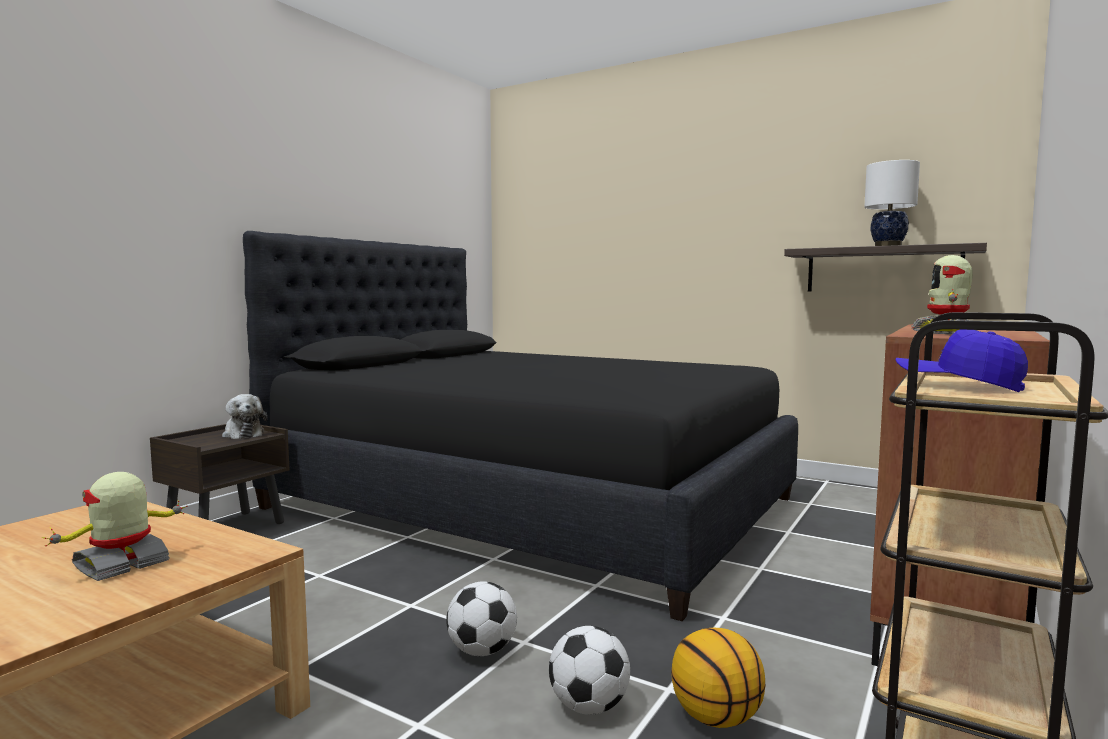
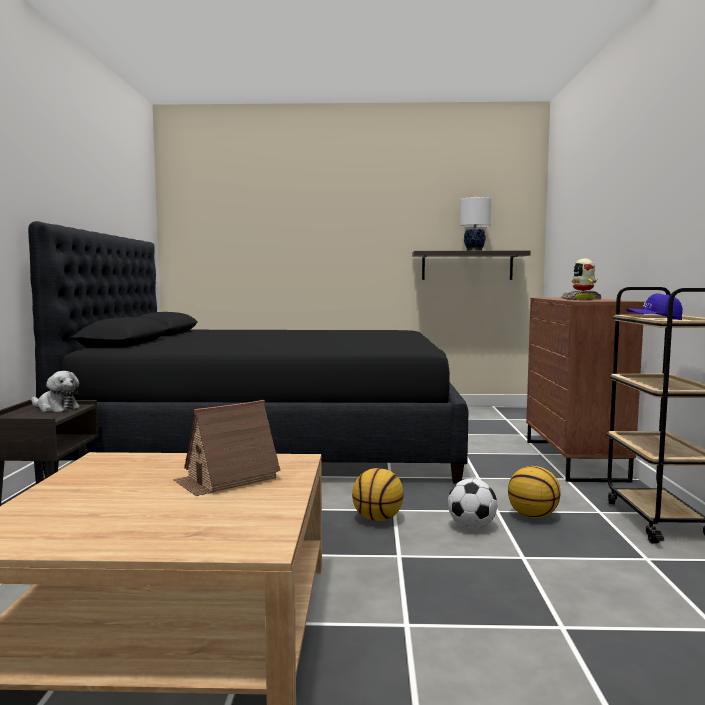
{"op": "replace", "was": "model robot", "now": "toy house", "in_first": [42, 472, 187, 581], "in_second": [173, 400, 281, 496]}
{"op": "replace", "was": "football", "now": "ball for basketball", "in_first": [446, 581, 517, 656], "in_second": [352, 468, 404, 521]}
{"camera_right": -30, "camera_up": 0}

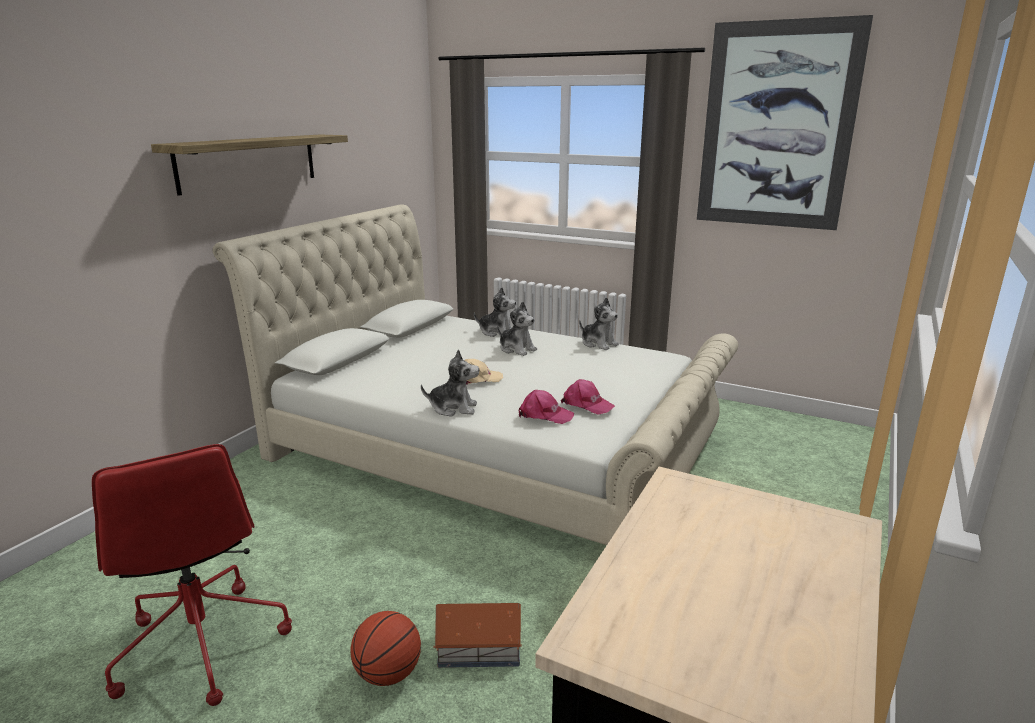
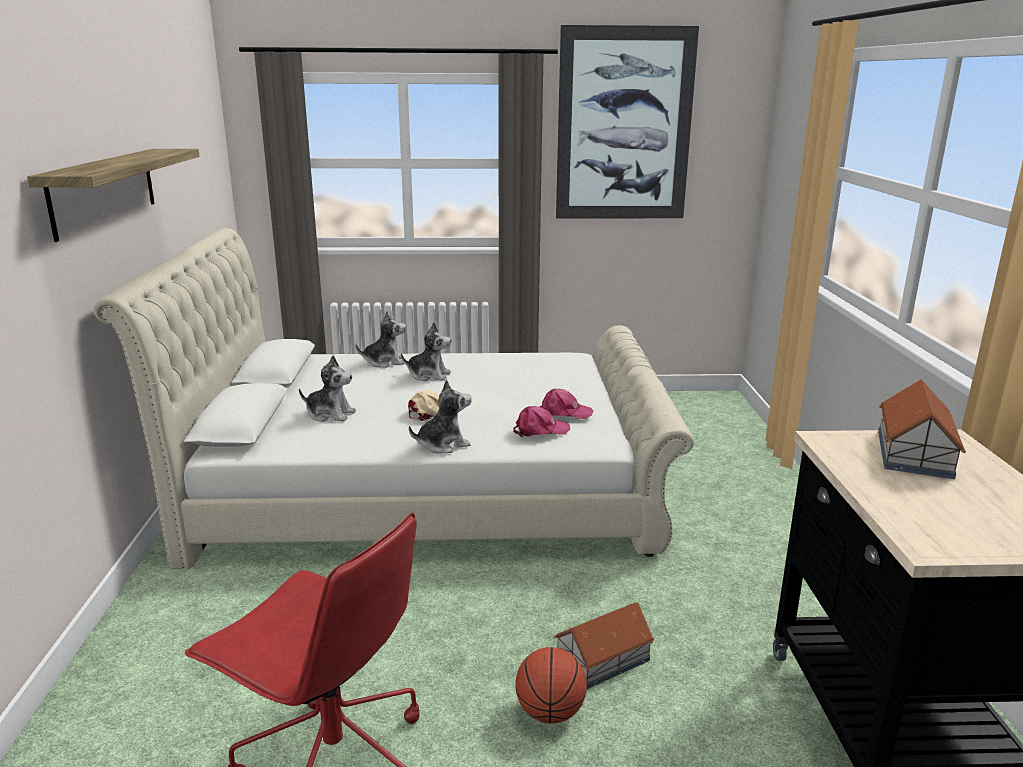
{"op": "insert", "now": "toy house", "in_second": [878, 379, 966, 479]}
{"op": "move", "was": "cuddly toy", "in_first": [579, 297, 619, 350], "in_second": [299, 356, 356, 422]}
{"camera_right": -30, "camera_up": 0}

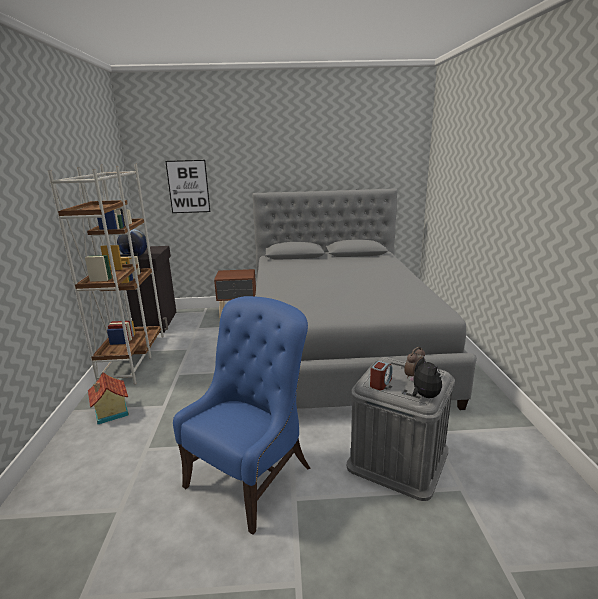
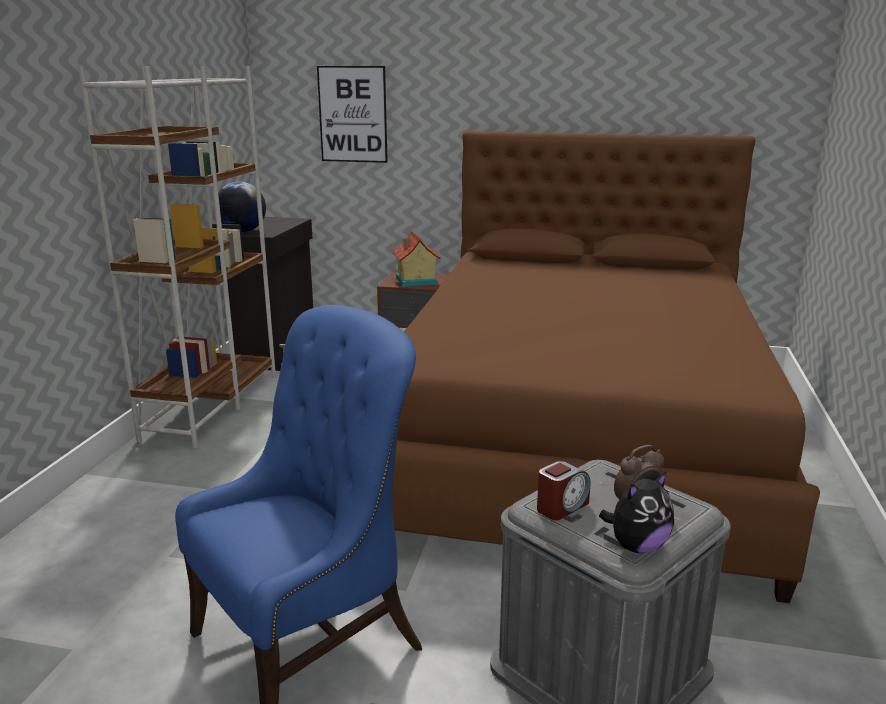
{"op": "move", "was": "toy house", "in_first": [88, 372, 129, 424], "in_second": [392, 231, 441, 287]}
{"op": "recolor", "was": "bed in grey", "now": "bed in brown-coloured", "in_first": [252, 188, 477, 410], "in_second": [393, 131, 820, 603]}
{"op": "rotate", "was": "cuddly toy", "in_first": [409, 356, 442, 398], "in_second": [599, 471, 674, 553], "clockwise": 60}
{"camera_right": 15, "camera_up": 0}

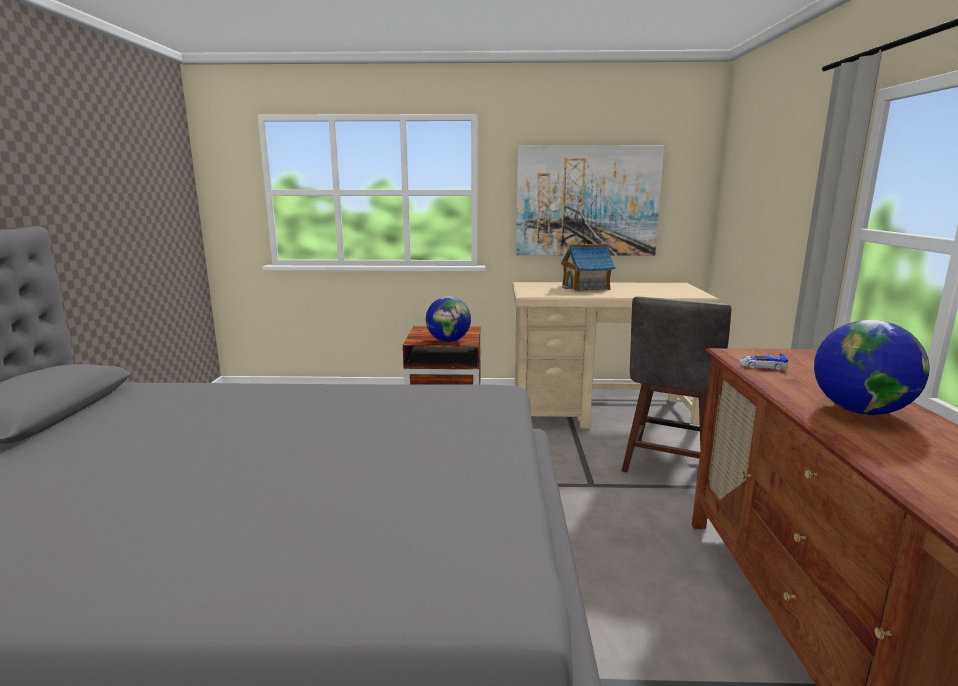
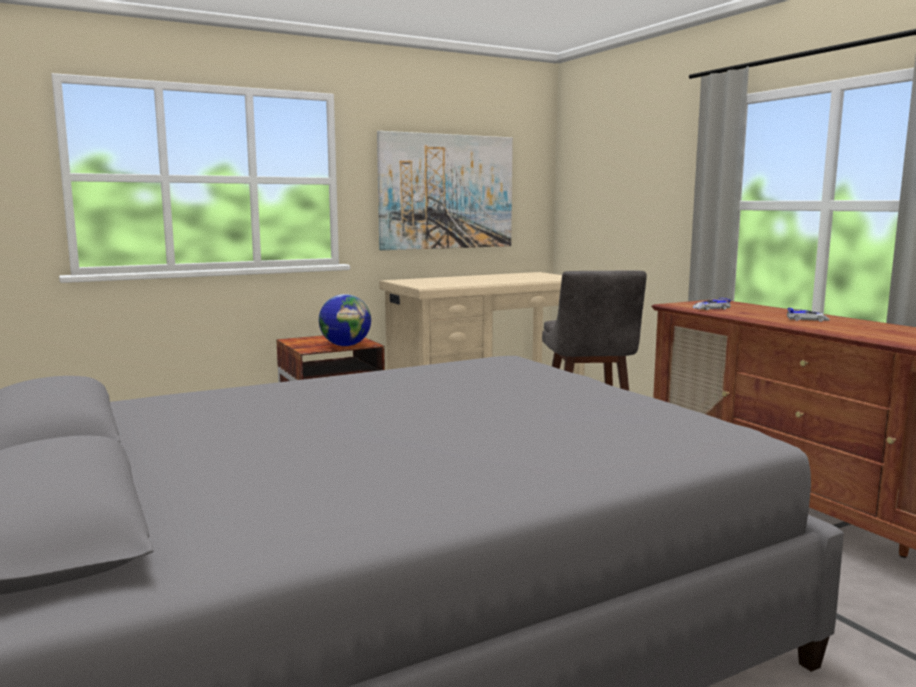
{"op": "delete", "was": "toy house", "in_first": [561, 243, 615, 291]}
{"op": "replace", "was": "world globe", "now": "model car", "in_first": [814, 320, 930, 415], "in_second": [787, 308, 830, 322]}
{"camera_right": -30, "camera_up": -5}

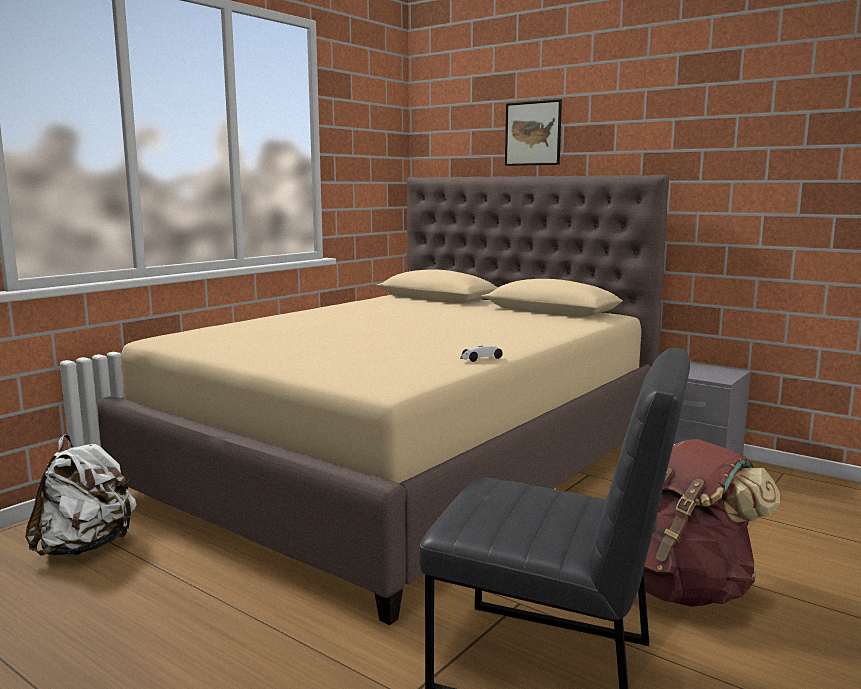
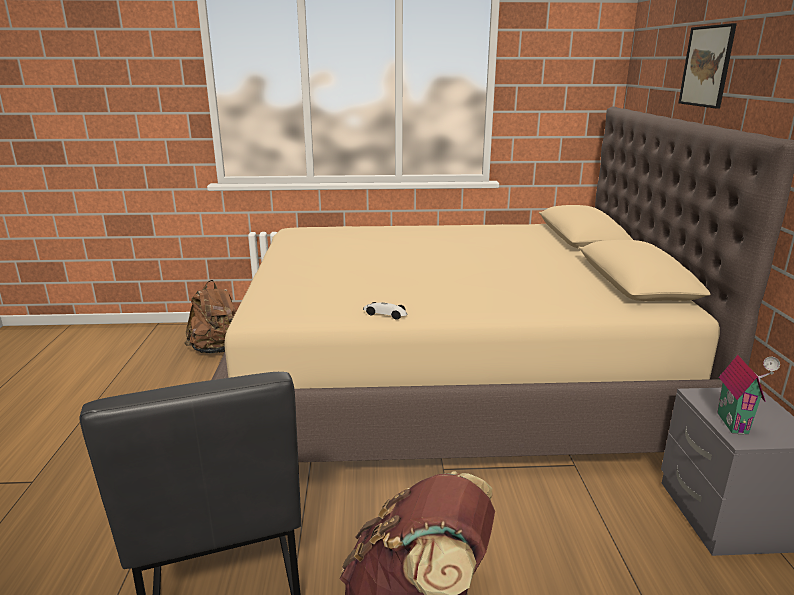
{"op": "insert", "now": "toy house", "in_second": [717, 355, 780, 435]}
{"op": "recolor", "was": "backpack in whitish", "now": "backpack in brown-coloured", "in_first": [25, 434, 137, 556], "in_second": [185, 280, 237, 353]}
{"camera_right": 50, "camera_up": 10}

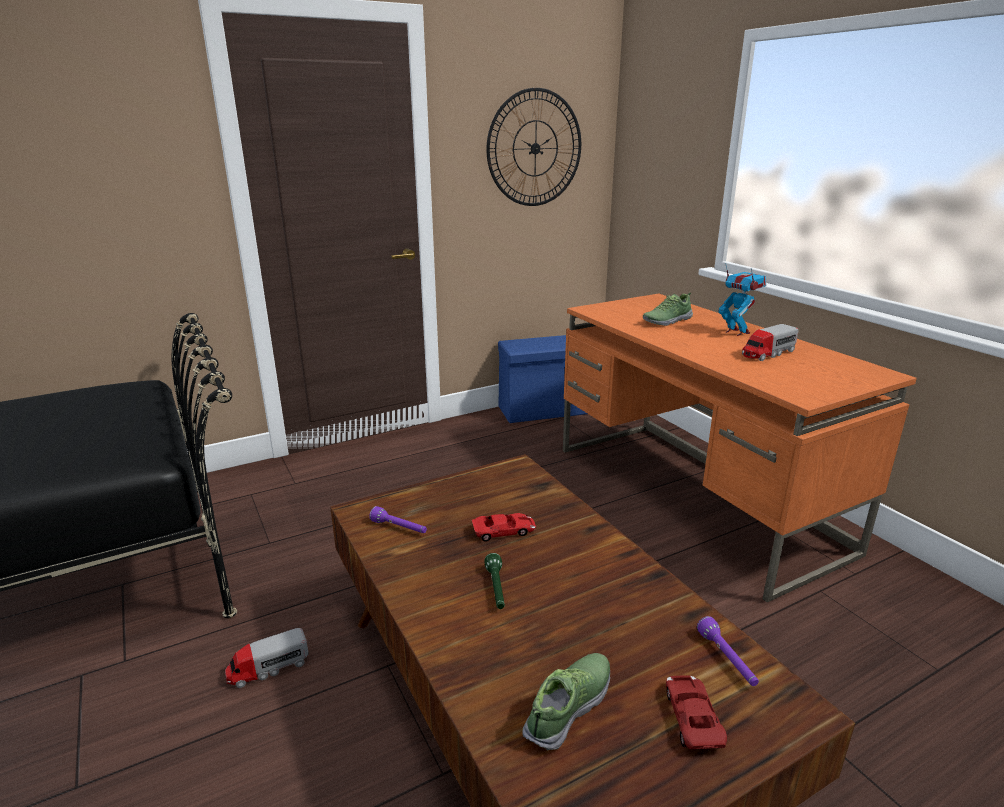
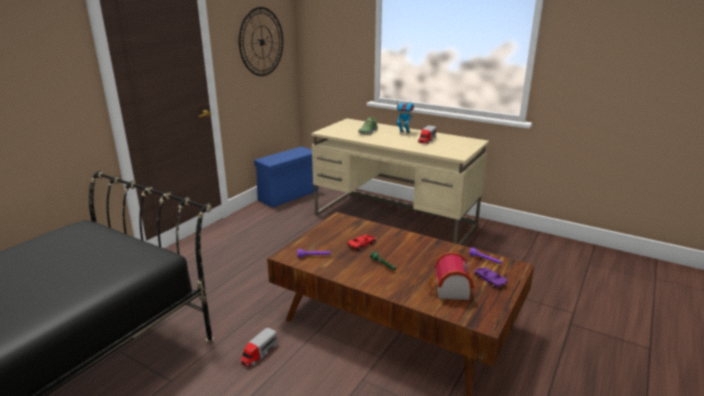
{"op": "replace", "was": "shoe", "now": "toy house", "in_first": [522, 653, 610, 750], "in_second": [428, 252, 474, 300]}
{"op": "recolor", "was": "desk table in orange-coloured", "now": "desk table in sand-coloured", "in_first": [563, 294, 917, 602], "in_second": [311, 119, 489, 245]}
{"op": "recolor", "was": "model car in red", "now": "model car in purple-coloured", "in_first": [666, 675, 727, 749], "in_second": [474, 268, 508, 288]}
{"camera_right": -30, "camera_up": 0}

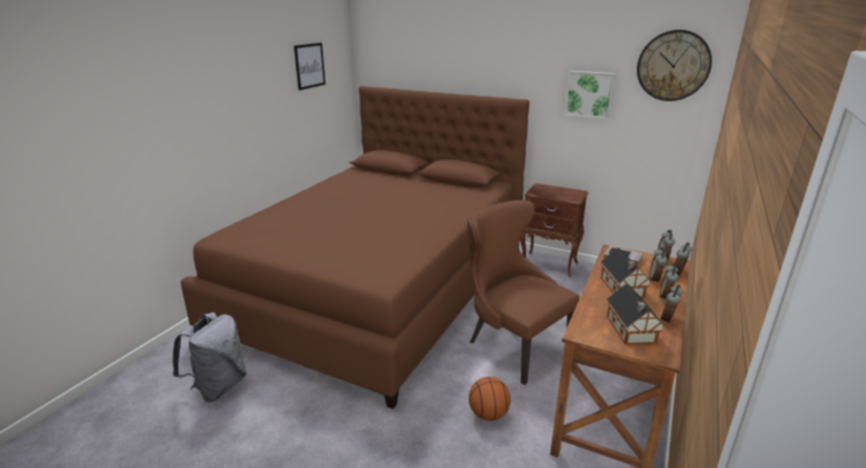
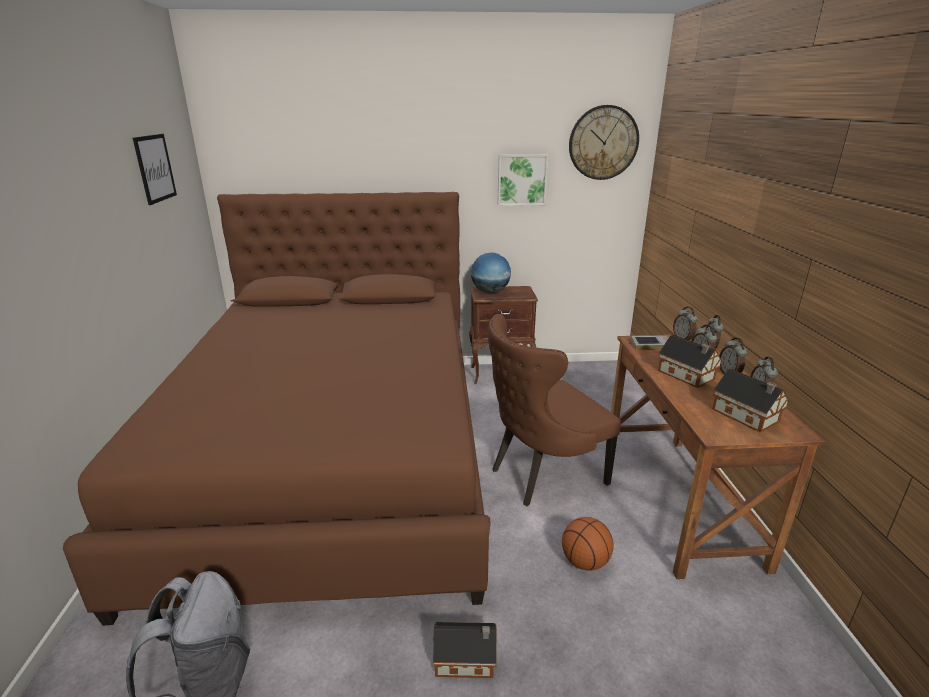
{"op": "insert", "now": "toy house", "in_second": [433, 622, 497, 678]}
{"op": "insert", "now": "world globe", "in_second": [471, 253, 511, 293]}
{"op": "rotate", "was": "chair in brown-coloured", "in_first": [467, 200, 579, 385], "in_second": [488, 314, 621, 506], "clockwise": -45}
{"camera_right": -30, "camera_up": 0}

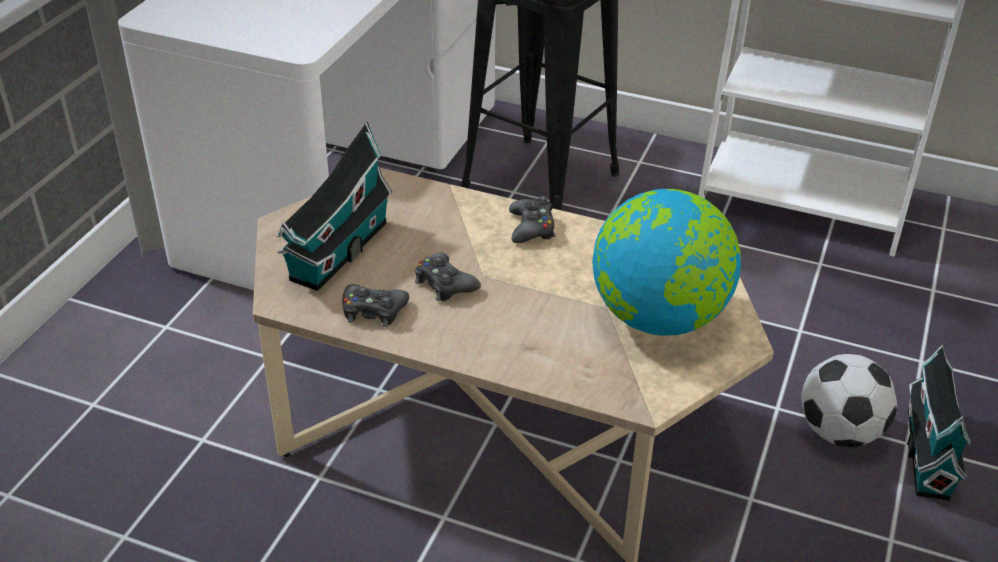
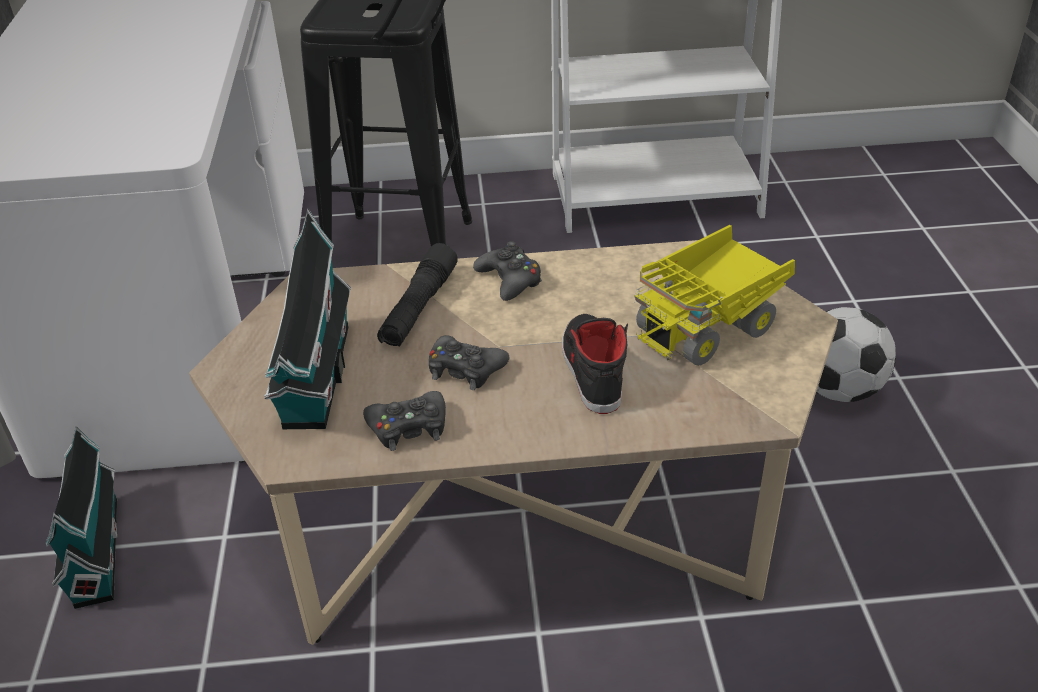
{"op": "insert", "now": "hand torch in blackish", "in_second": [377, 243, 458, 346]}
{"op": "insert", "now": "shoe in blackish", "in_second": [562, 314, 628, 414]}
{"op": "move", "was": "toy house", "in_first": [907, 345, 971, 501], "in_second": [46, 426, 117, 609]}
{"op": "replace", "was": "world globe", "now": "model truck", "in_first": [592, 189, 741, 336], "in_second": [634, 225, 795, 366]}
{"camera_right": -25, "camera_up": 0}

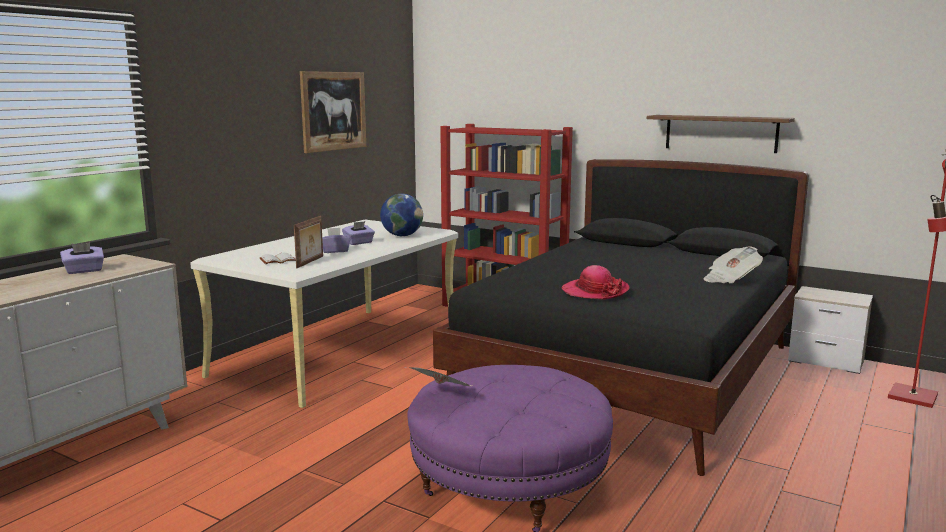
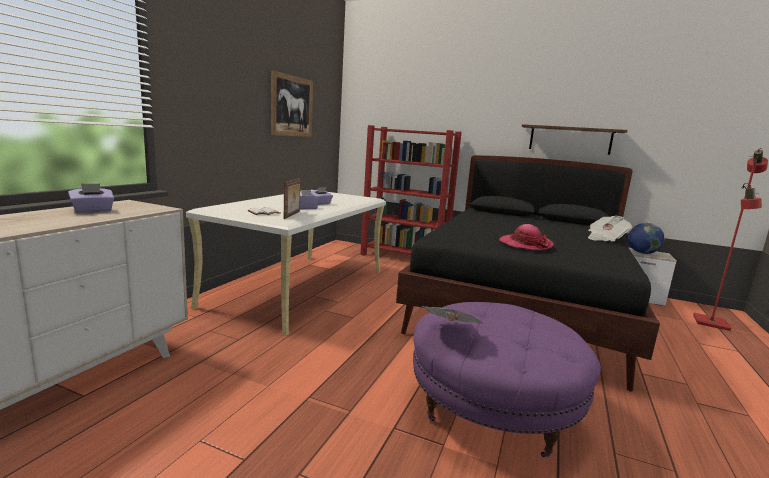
{"op": "move", "was": "world globe", "in_first": [380, 194, 423, 236], "in_second": [628, 223, 665, 254]}
{"camera_right": -10, "camera_up": 0}

